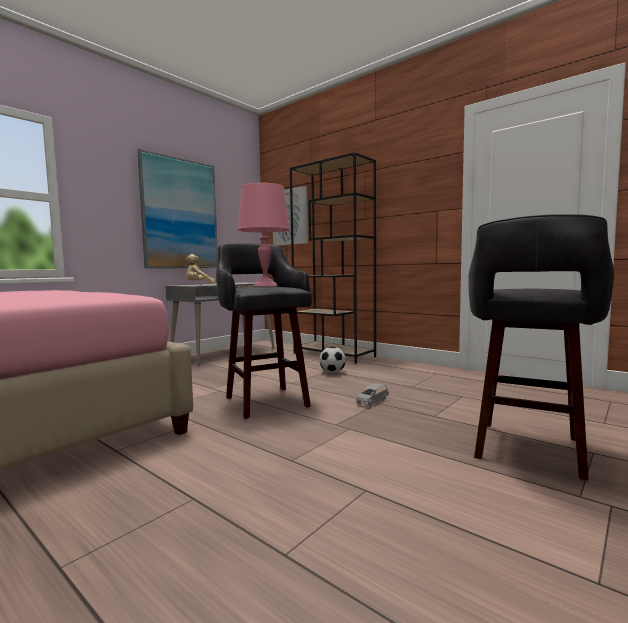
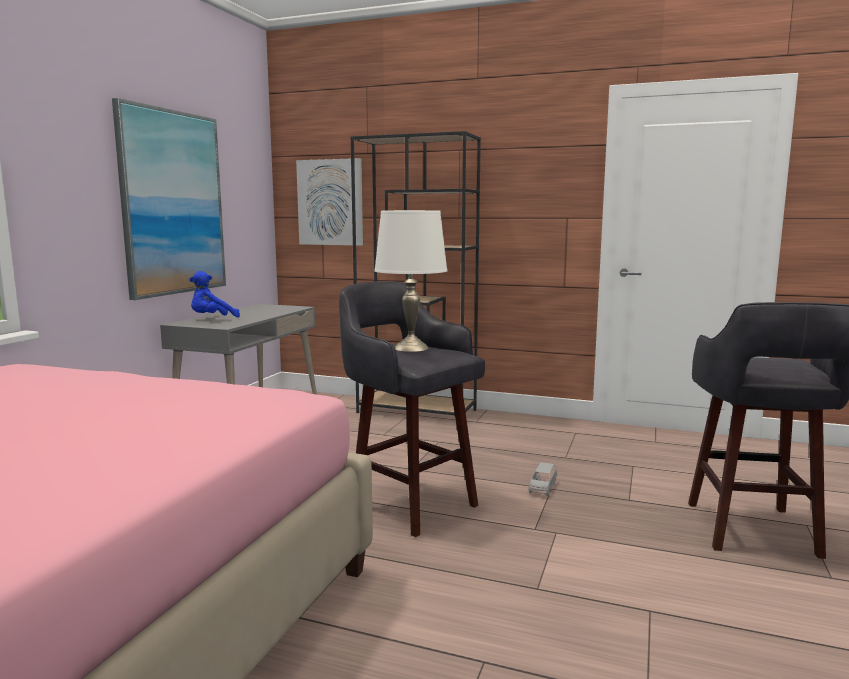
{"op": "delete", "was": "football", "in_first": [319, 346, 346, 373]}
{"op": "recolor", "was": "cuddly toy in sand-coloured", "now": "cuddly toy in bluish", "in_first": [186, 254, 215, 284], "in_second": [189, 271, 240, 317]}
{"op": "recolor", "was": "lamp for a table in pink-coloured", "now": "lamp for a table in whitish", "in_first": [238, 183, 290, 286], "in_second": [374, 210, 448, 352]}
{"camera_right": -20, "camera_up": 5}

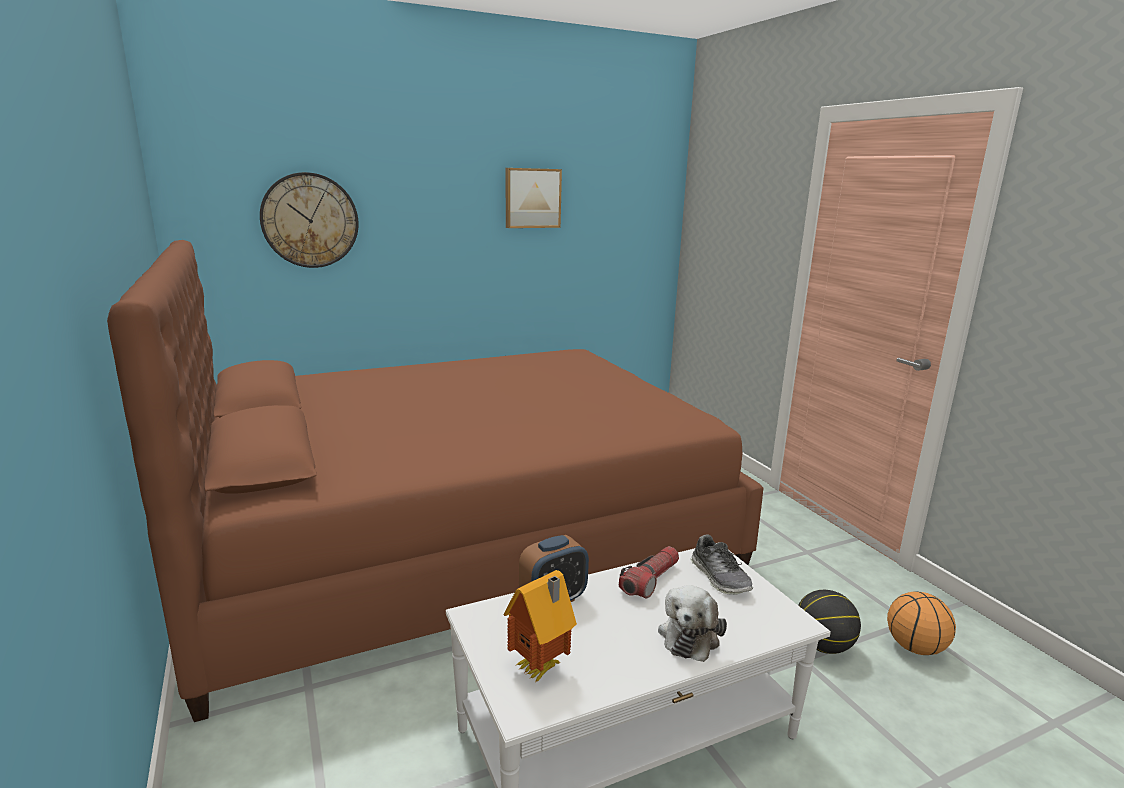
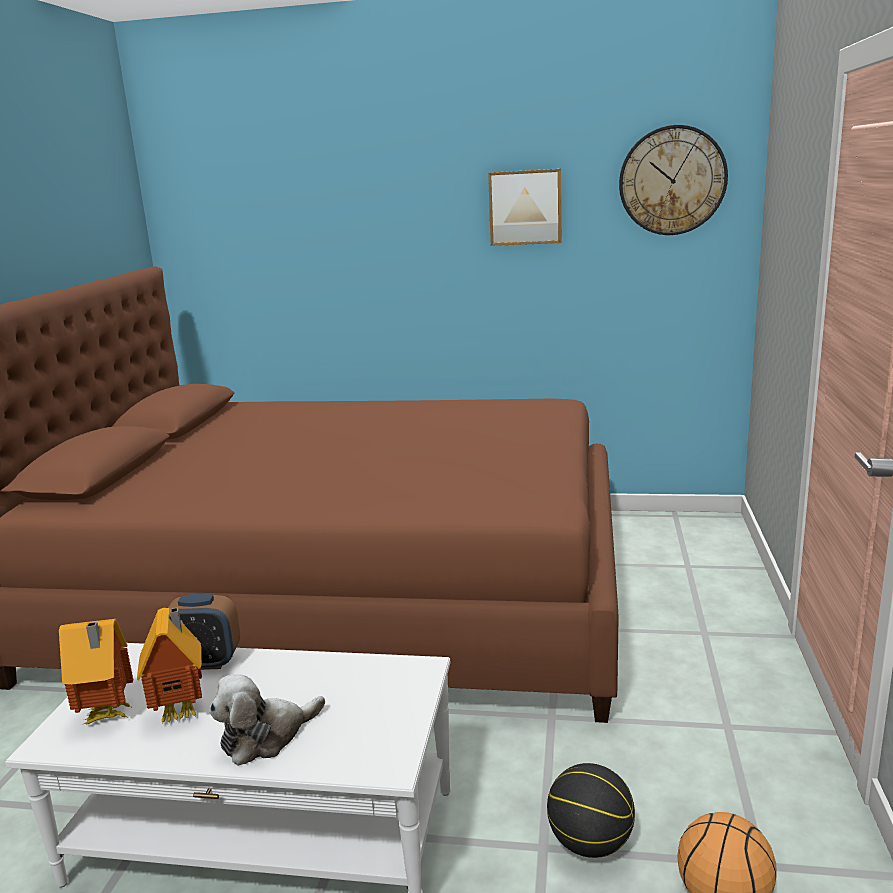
{"op": "delete", "was": "hand torch", "in_first": [619, 546, 679, 599]}
{"op": "delete", "was": "shoe", "in_first": [691, 535, 753, 595]}
{"op": "insert", "now": "toy house", "in_second": [137, 608, 202, 723]}
{"op": "move", "was": "wall clock", "in_first": [260, 172, 359, 268], "in_second": [619, 125, 728, 235]}
{"camera_right": 35, "camera_up": 0}

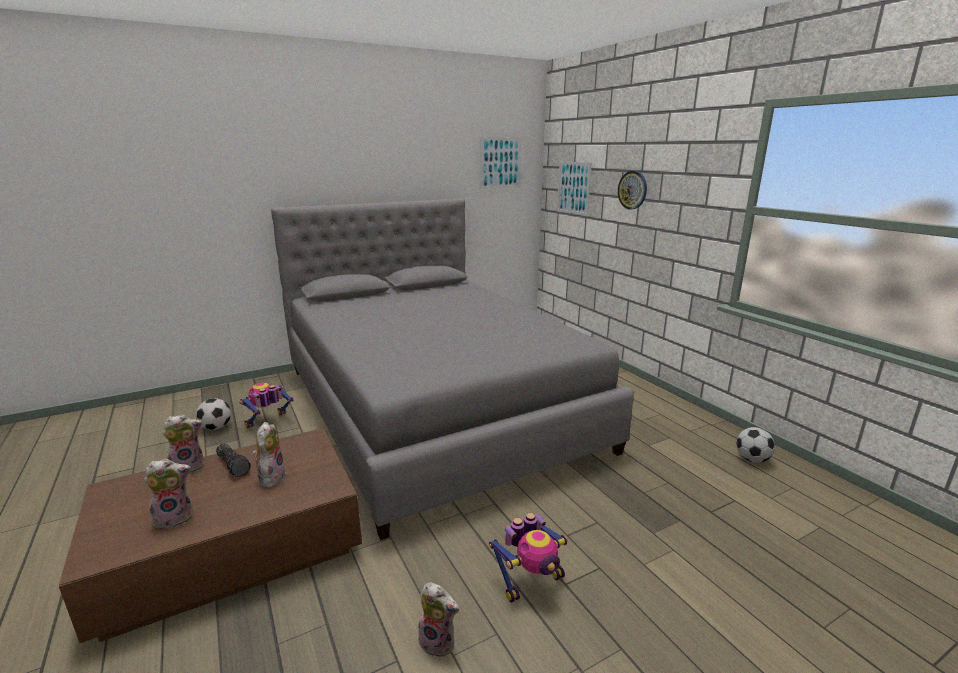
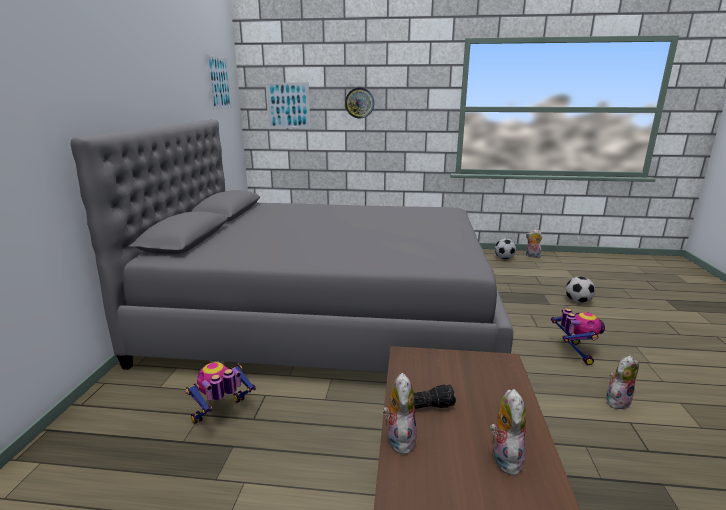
{"op": "move", "was": "football", "in_first": [196, 398, 231, 430], "in_second": [566, 276, 595, 303]}
{"op": "move", "was": "cuddly toy", "in_first": [252, 422, 287, 488], "in_second": [526, 229, 542, 258]}
{"op": "rotate", "was": "model robot", "in_first": [239, 383, 294, 428], "in_second": [185, 362, 256, 424], "clockwise": 60}
{"camera_right": -55, "camera_up": 0}

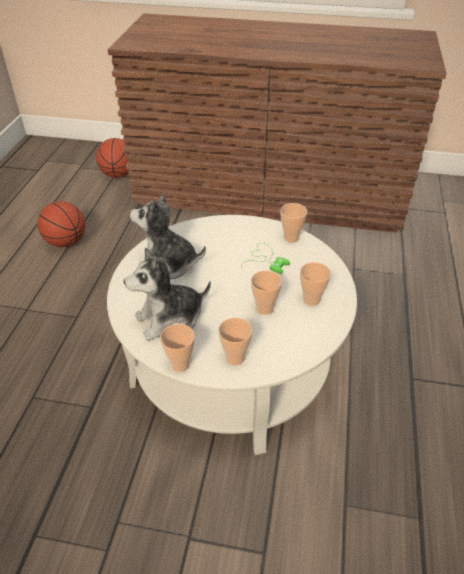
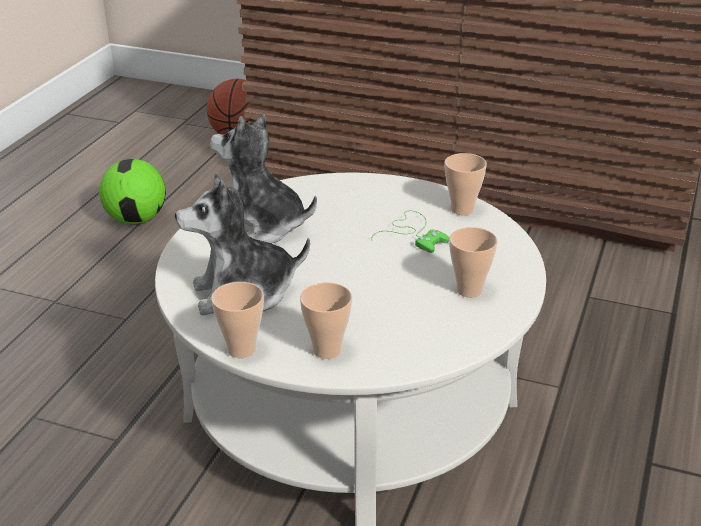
{"op": "delete", "was": "small cup", "in_first": [251, 271, 282, 315]}
{"op": "replace", "was": "ball for basketball", "now": "football", "in_first": [37, 201, 85, 247], "in_second": [99, 159, 166, 224]}
{"camera_right": 10, "camera_up": -10}

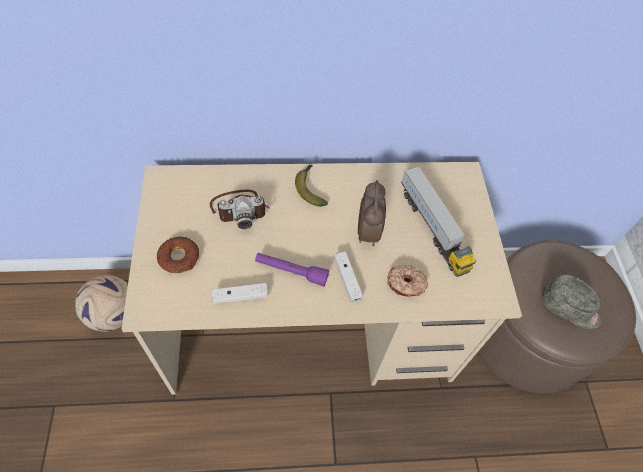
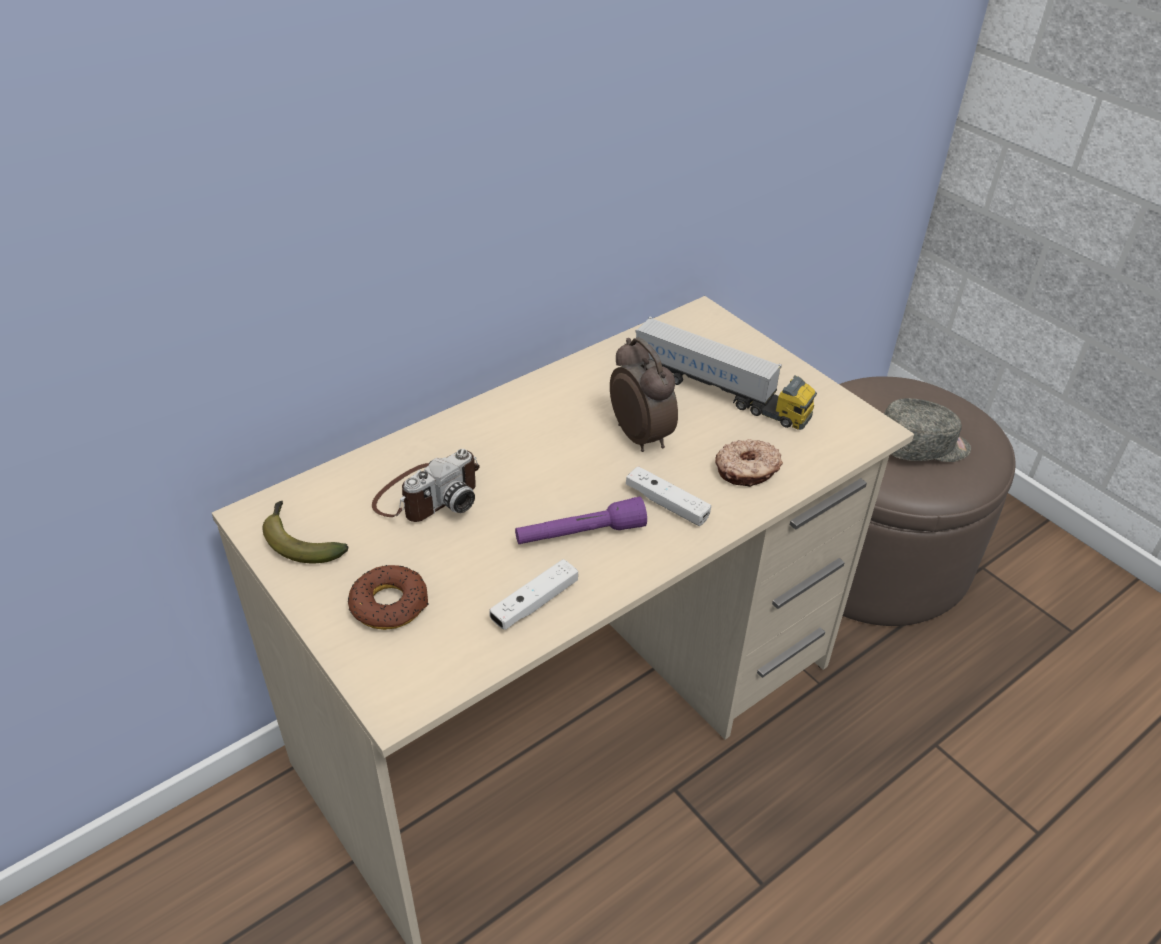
{"op": "delete", "was": "football", "in_first": [75, 275, 128, 332]}
{"op": "move", "was": "whole banana", "in_first": [295, 165, 328, 206], "in_second": [262, 501, 349, 563]}
{"camera_right": -30, "camera_up": -15}

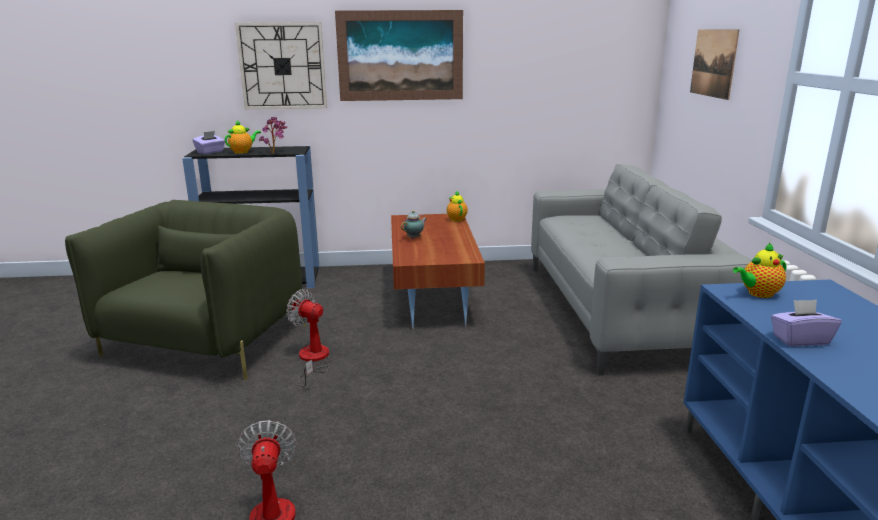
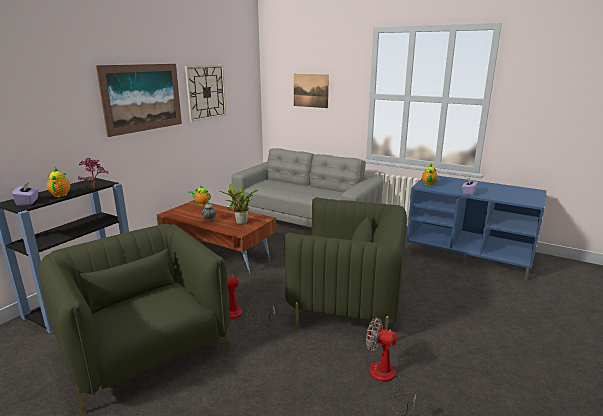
{"op": "insert", "now": "potted plant", "in_second": [219, 184, 258, 225]}
{"op": "insert", "now": "lounge chair in green", "in_second": [285, 197, 407, 330]}
{"op": "move", "was": "wall clock", "in_first": [235, 22, 327, 110], "in_second": [185, 65, 226, 122]}
{"camera_right": -55, "camera_up": 0}

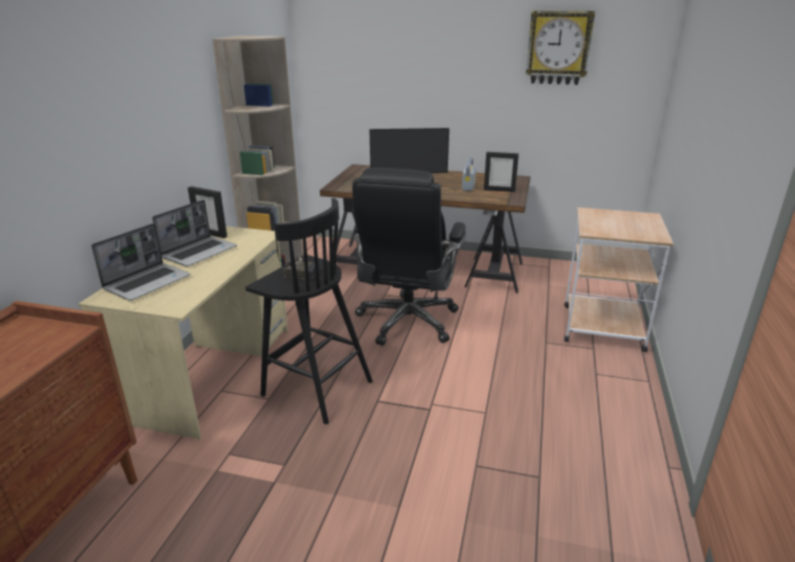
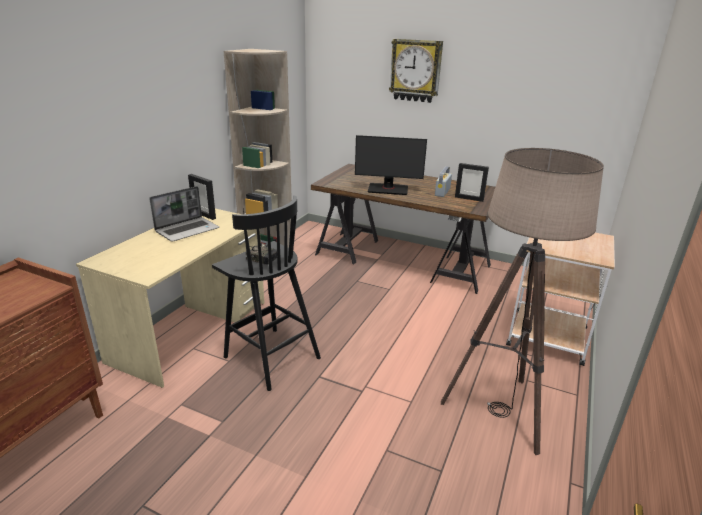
{"op": "delete", "was": "laptop", "in_first": [91, 223, 191, 301]}
{"op": "delete", "was": "computer chair in blackish", "in_first": [352, 168, 466, 346]}
{"op": "insert", "now": "floor lamp", "in_second": [441, 148, 604, 455]}
{"op": "move", "was": "wall clock", "in_first": [526, 10, 595, 85], "in_second": [389, 39, 443, 103]}
{"camera_right": 10, "camera_up": 0}

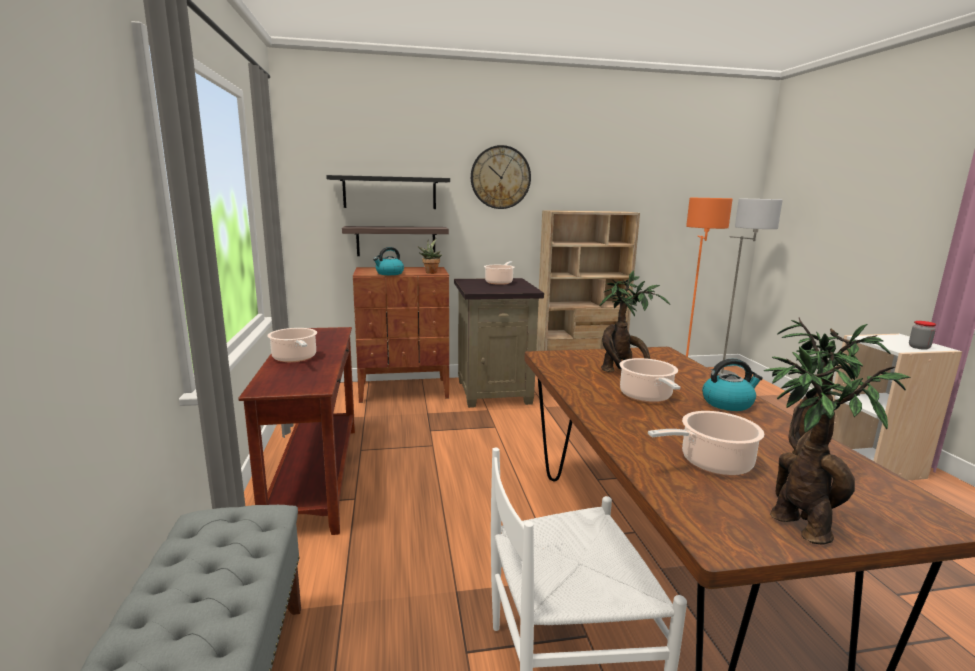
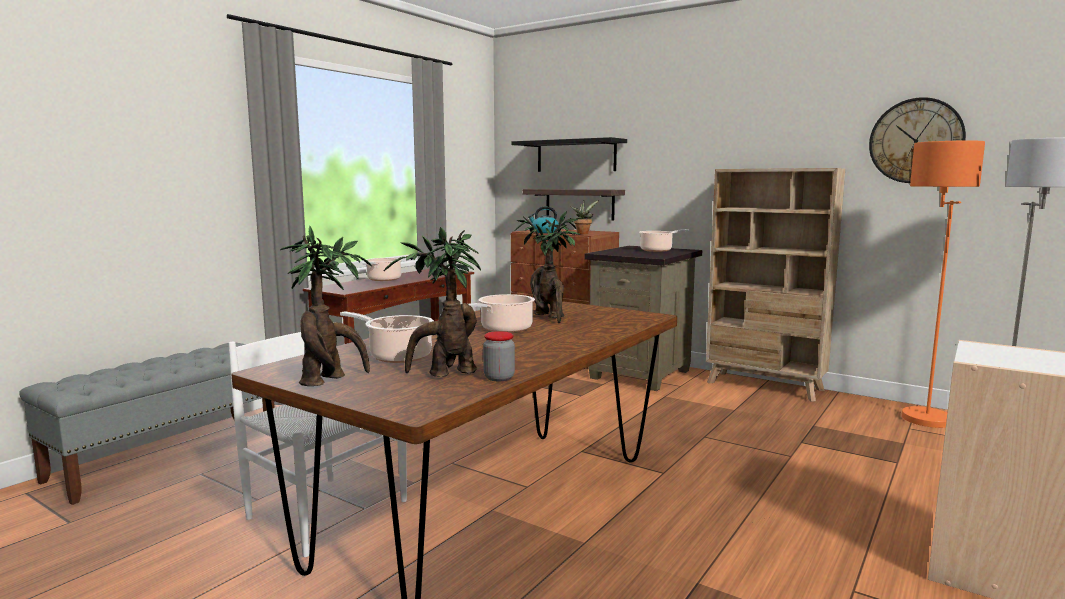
{"op": "delete", "was": "kettle", "in_first": [702, 359, 763, 411]}
{"op": "move", "was": "wall clock", "in_first": [471, 145, 531, 209], "in_second": [869, 97, 966, 183]}
{"op": "move", "was": "jar", "in_first": [909, 321, 936, 350], "in_second": [483, 331, 515, 381]}
{"camera_right": 45, "camera_up": -5}

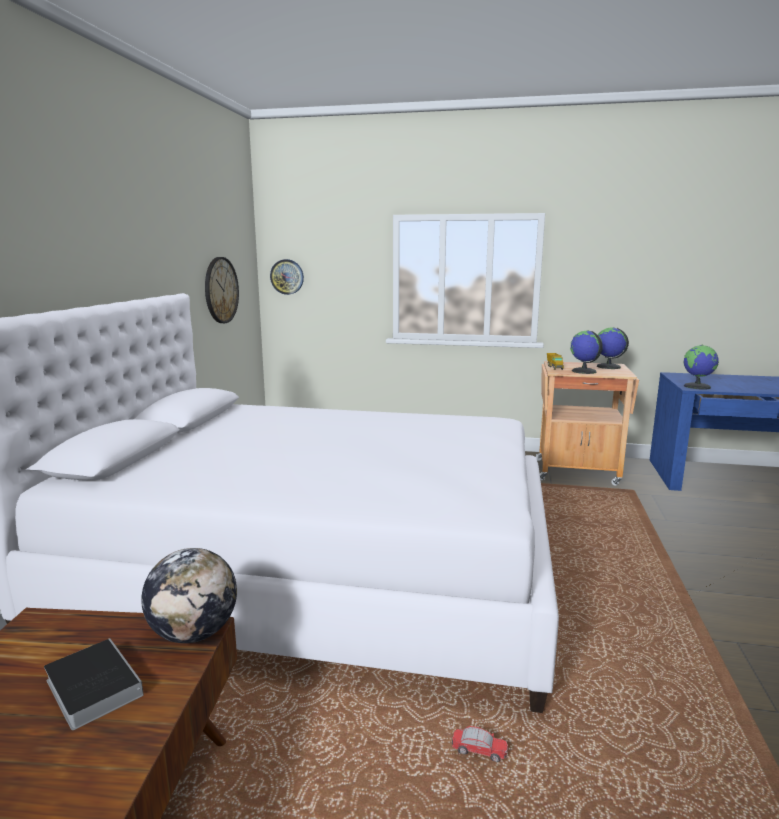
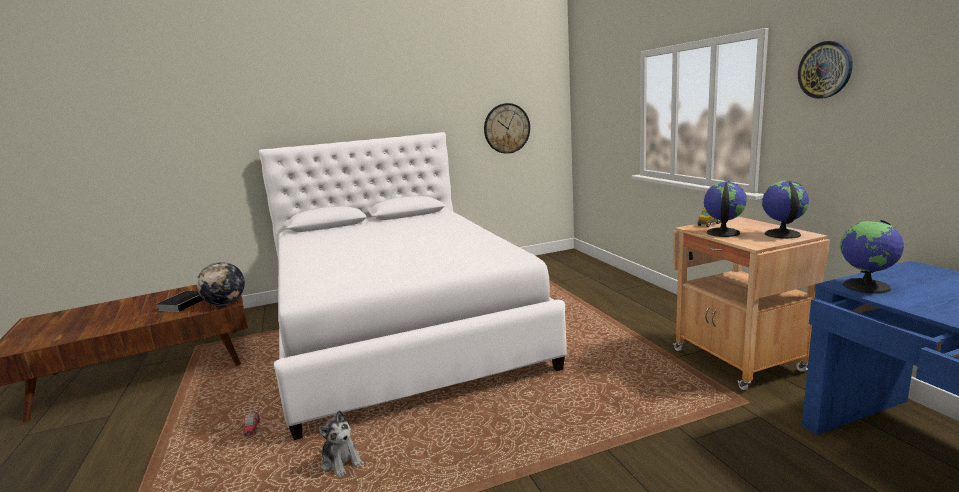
{"op": "insert", "now": "cuddly toy", "in_second": [318, 410, 364, 477]}
{"op": "move", "was": "wall clock", "in_first": [270, 259, 304, 295], "in_second": [798, 41, 853, 99]}
{"camera_right": 60, "camera_up": 0}

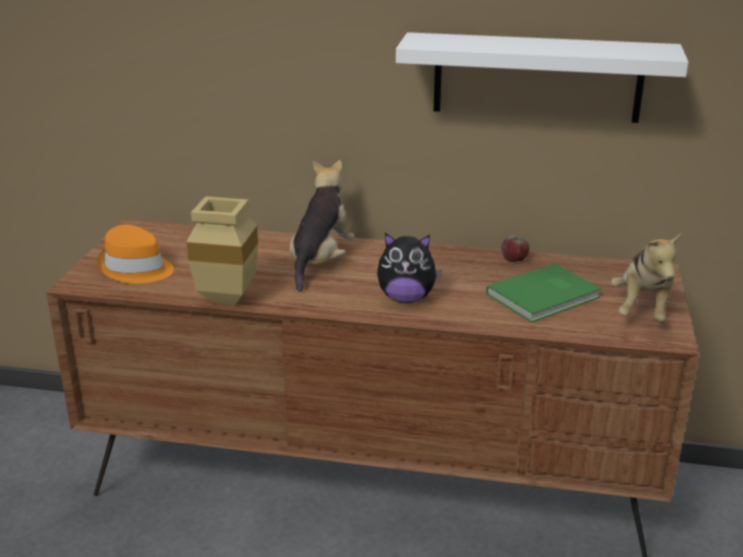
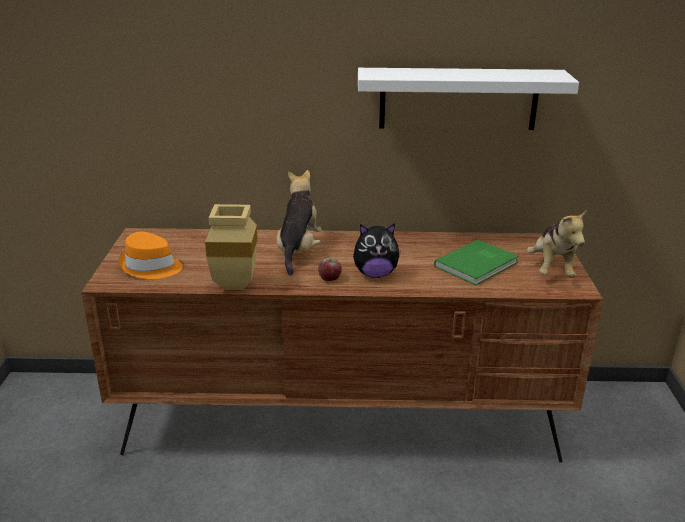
{"op": "move", "was": "whole apple", "in_first": [501, 235, 529, 262], "in_second": [318, 258, 342, 281]}
{"camera_right": -10, "camera_up": 0}

